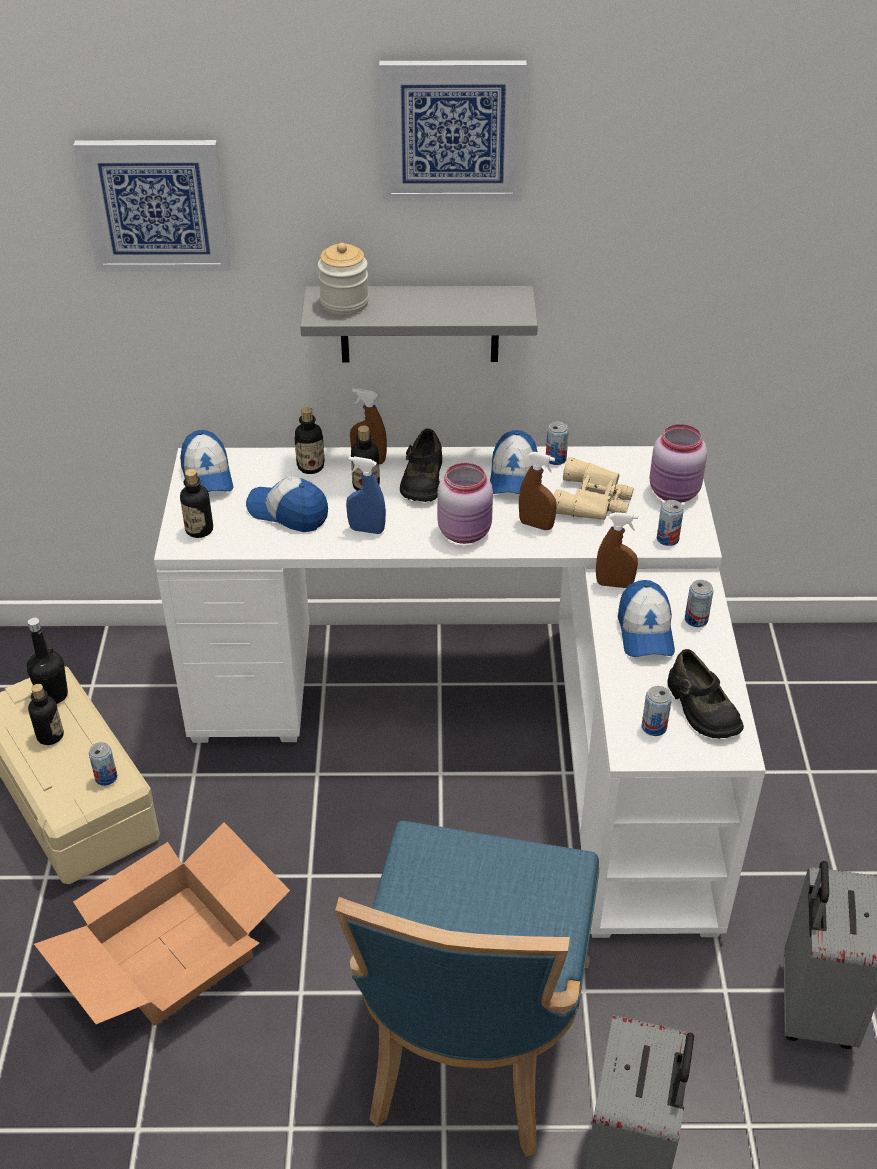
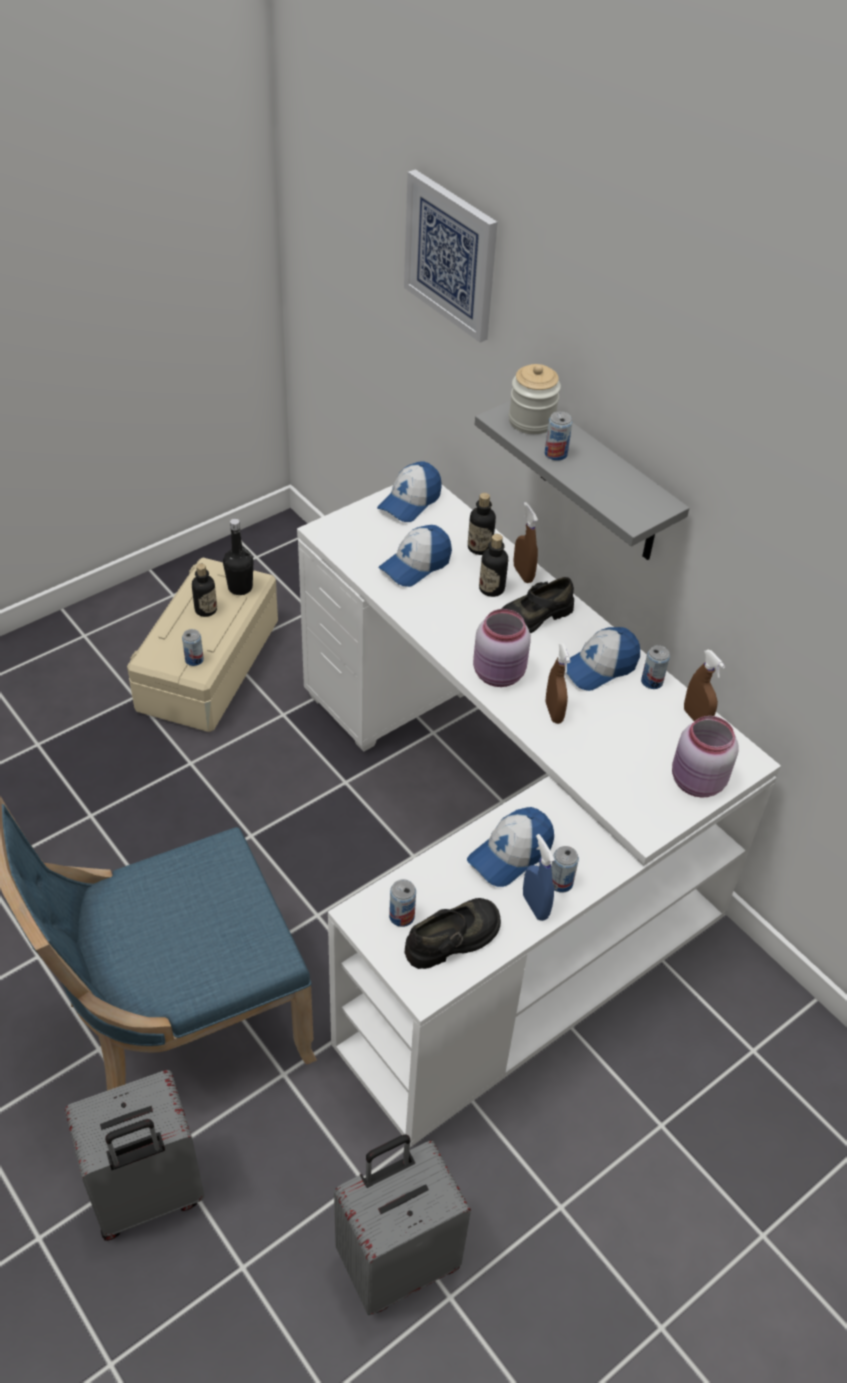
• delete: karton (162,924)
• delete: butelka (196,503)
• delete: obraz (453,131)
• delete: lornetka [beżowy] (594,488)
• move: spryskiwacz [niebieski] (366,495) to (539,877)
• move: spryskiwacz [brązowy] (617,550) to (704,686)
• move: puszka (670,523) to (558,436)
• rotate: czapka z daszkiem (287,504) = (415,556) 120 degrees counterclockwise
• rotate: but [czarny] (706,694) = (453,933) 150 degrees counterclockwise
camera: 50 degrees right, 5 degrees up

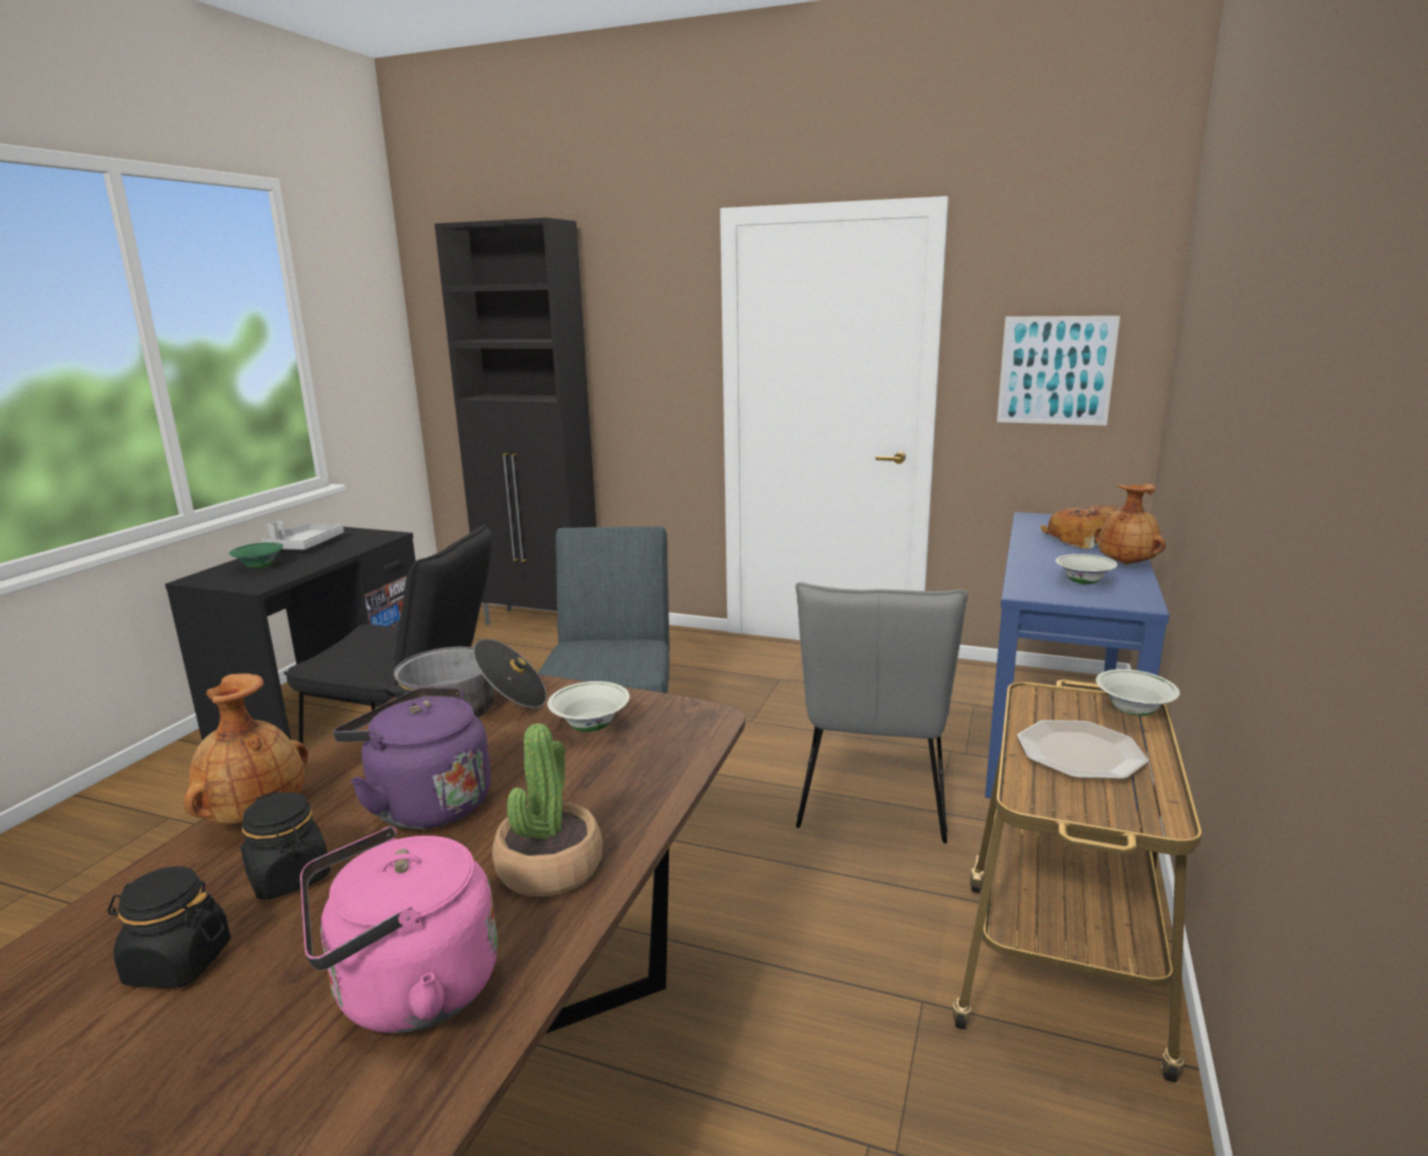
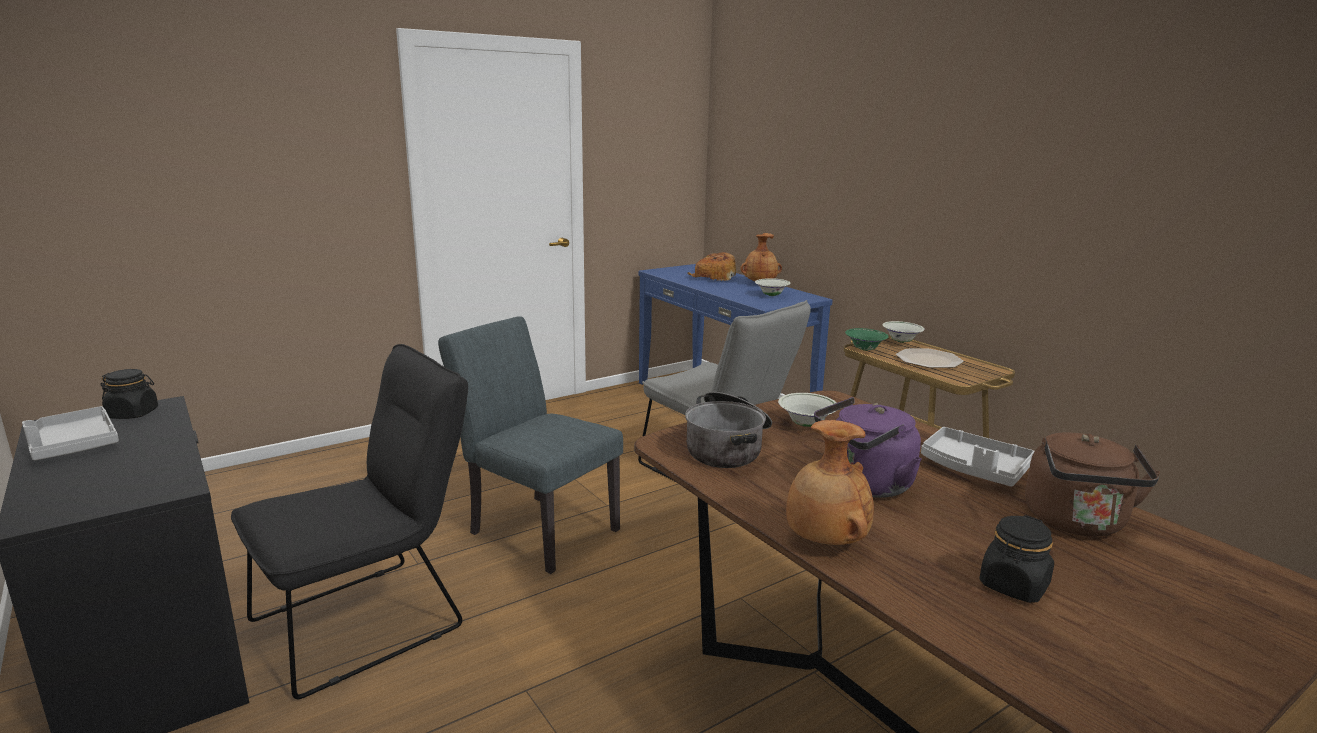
• delete: szafka [czarny] (515,421)
• delete: obraz (1058,371)
• move: miska [zielony] (256,555) to (867,339)
• move: słoik [czarny] (285,845) to (129,394)
• replace: roślina doniczkowa (547,810) to taca [szary] (977,457)
• recolor: czajnik [różowy] (399,930) to czajnik [brązowy] (1092,484)
camera: 55 degrees left, 0 degrees up

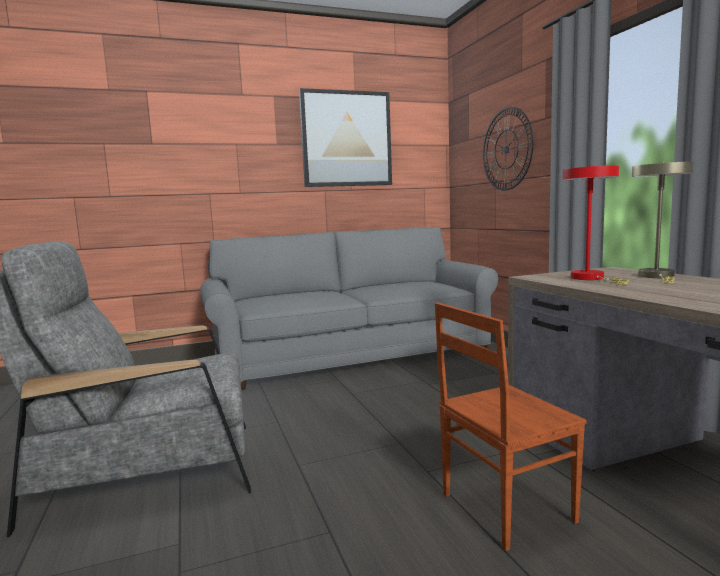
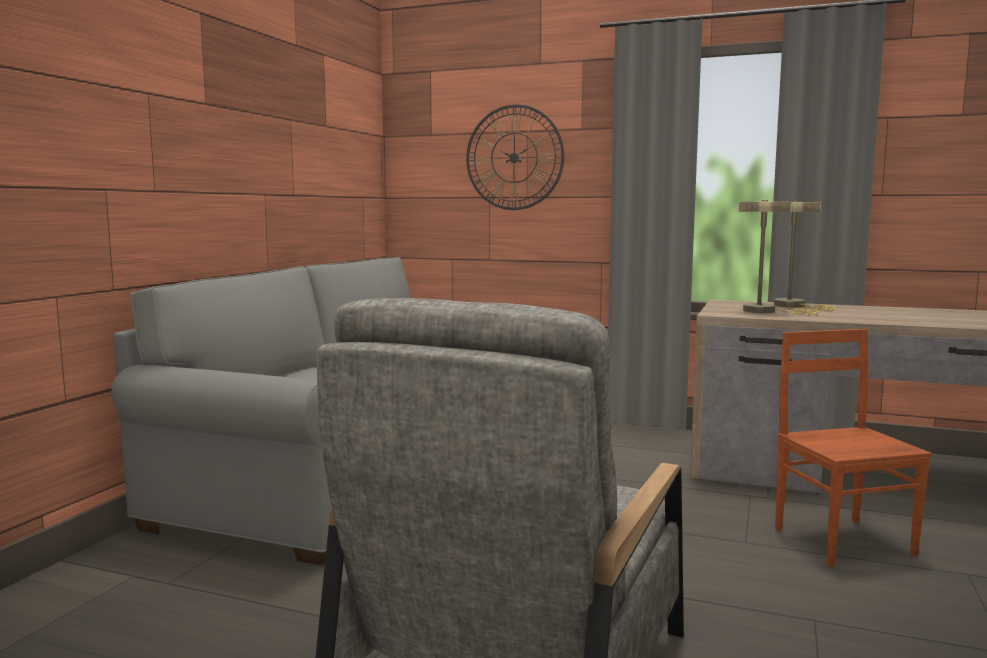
• delete: obraz (345,137)
• recolor: lampa stołowa [czerwony] (596,225) to lampa stołowa [beżowy] (778,257)
• rotate: krzesło [brązowy] (510,426) = (853,448) 150 degrees clockwise
camera: 50 degrees left, 0 degrees up

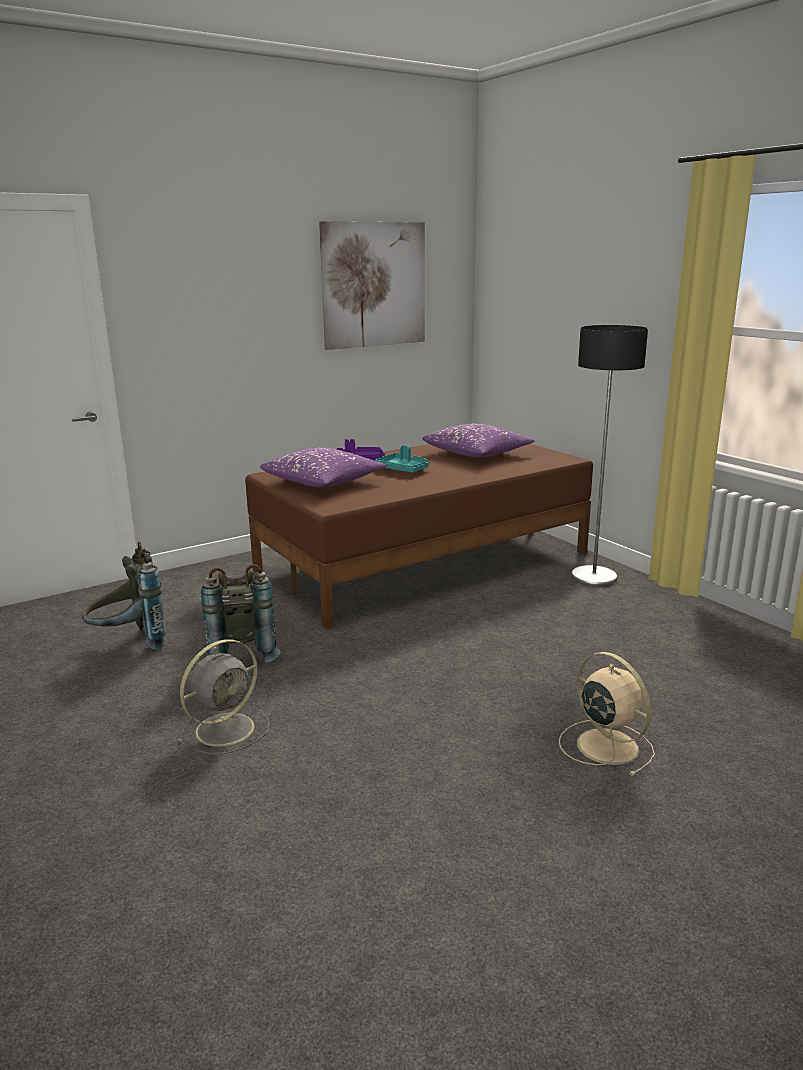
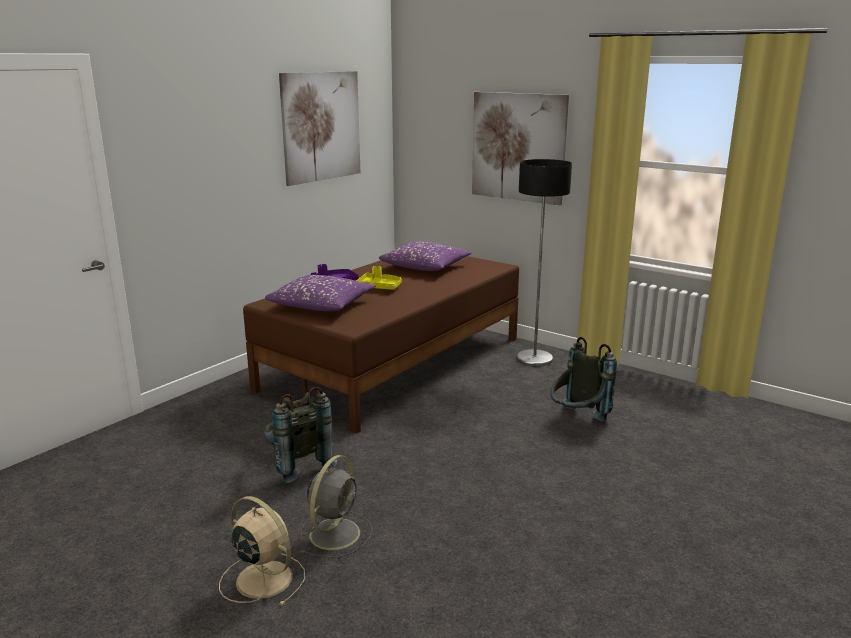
• insert: obraz (520,149)
• move: plecak [szary] (124,595) to (583,379)
• move: wentylator [beżowy] (607,714) to (262,551)
• recolor: taca [turkusowy] (402,459) to taca [żółty] (379,278)
camera: 20 degrees left, 0 degrees up

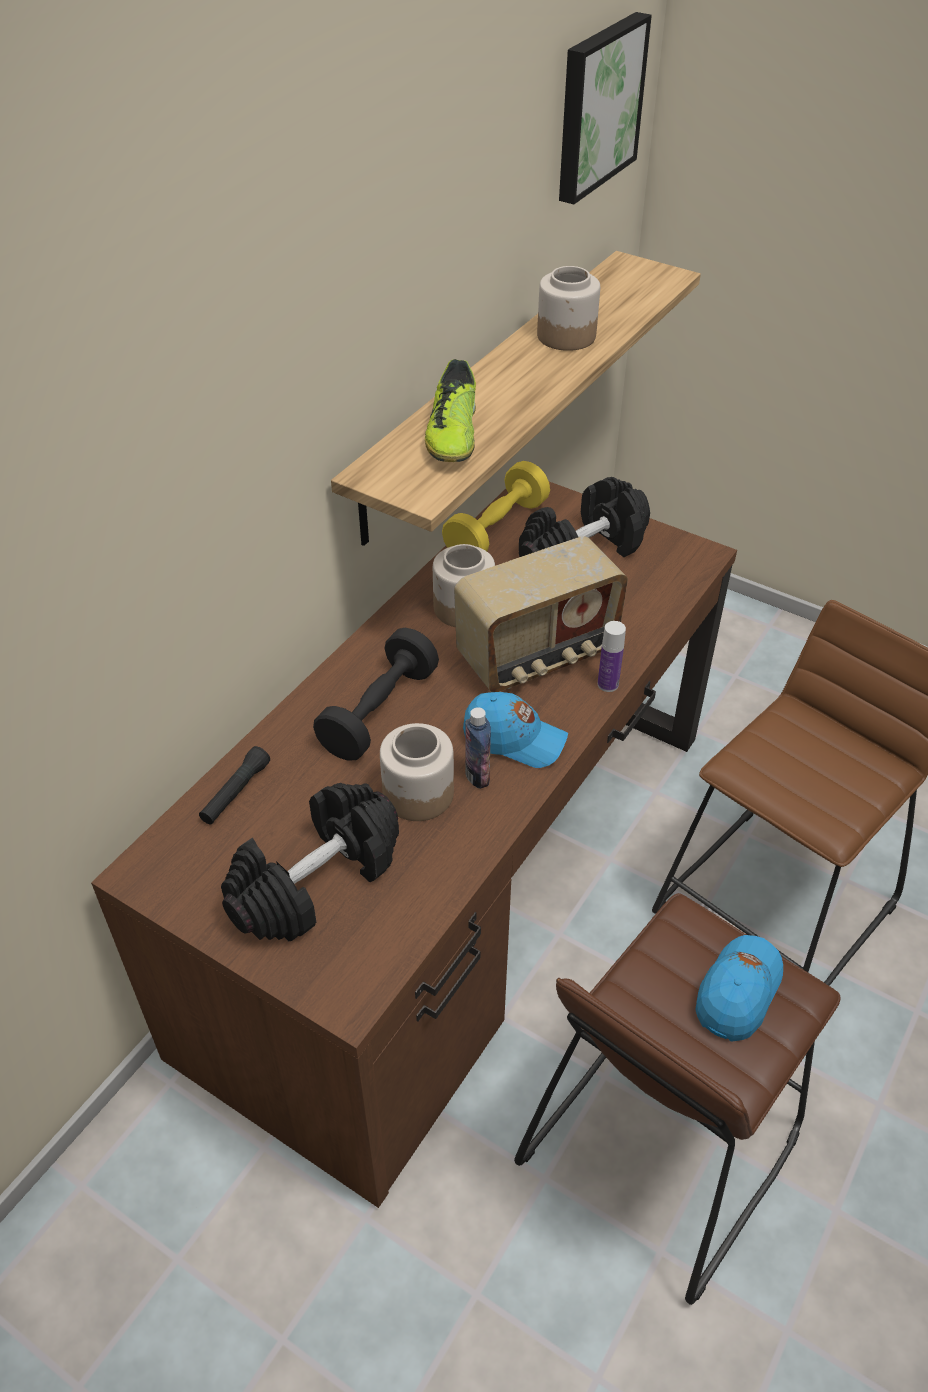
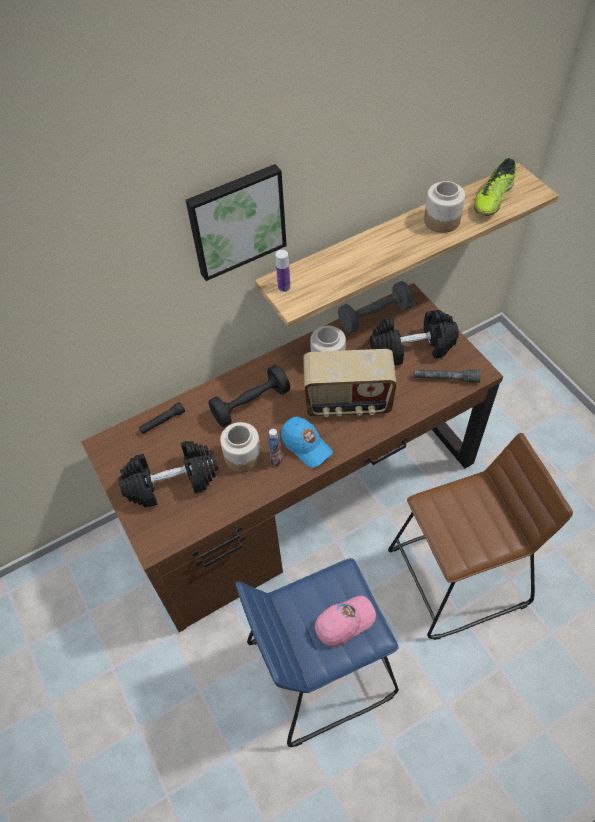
• insert: latarka [szary] (447,376)
• move: but (450,410) to (495,187)
• move: obraz (605,108) to (236,222)
• move: butelka (612,656) to (283,271)
• recolor: hantel [żółty] (496,506) to hantel [szary] (376,307)
• recolor: stołek [brązowy] (677,1099) to stołek [niebieski] (317,652)
• recolor: czapka z daszkiem [niebieski] (739,988) to czapka z daszkiem [różowy] (345,621)
camera: 30 degrees right, 10 degrees up

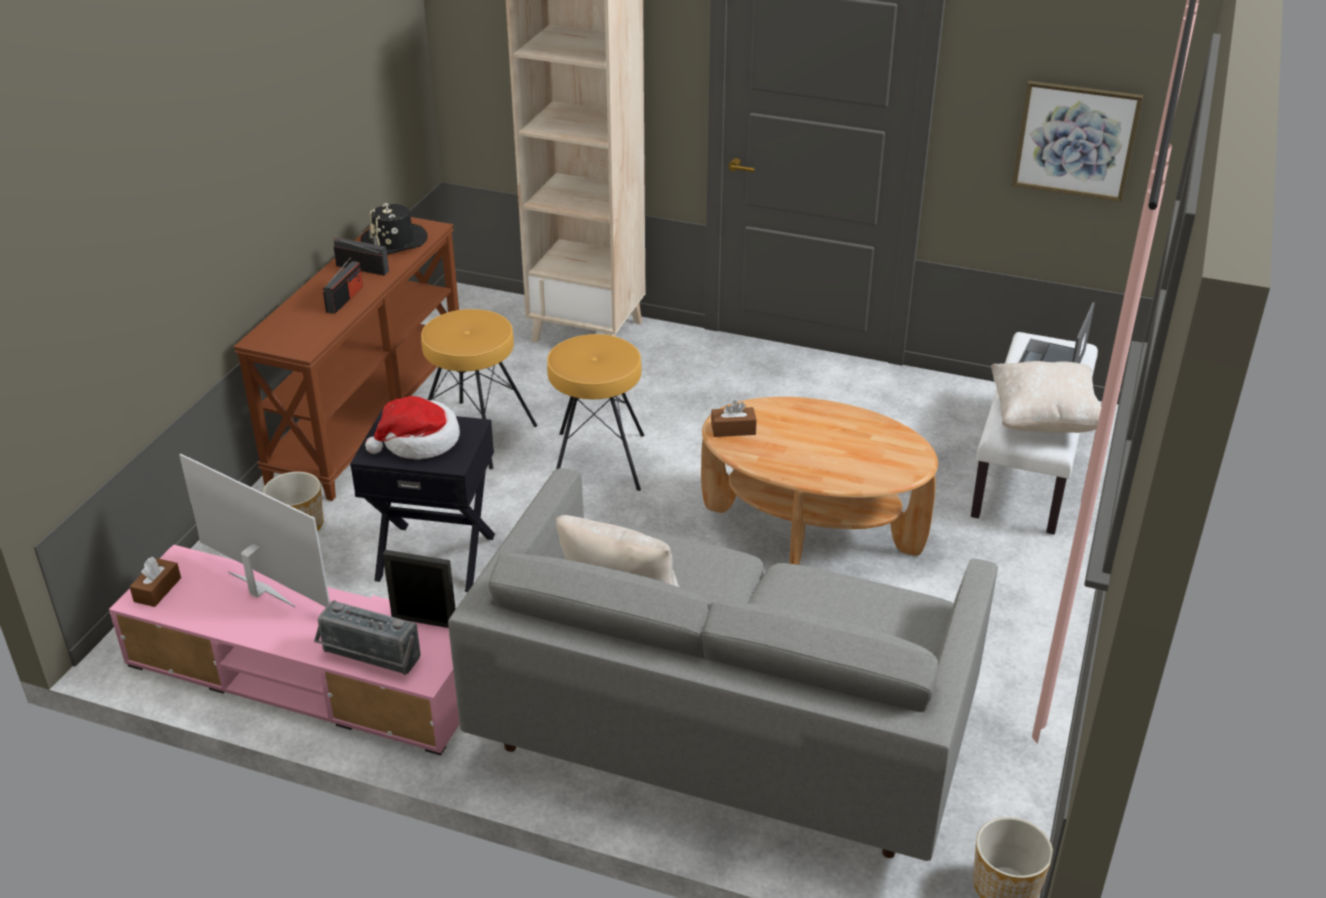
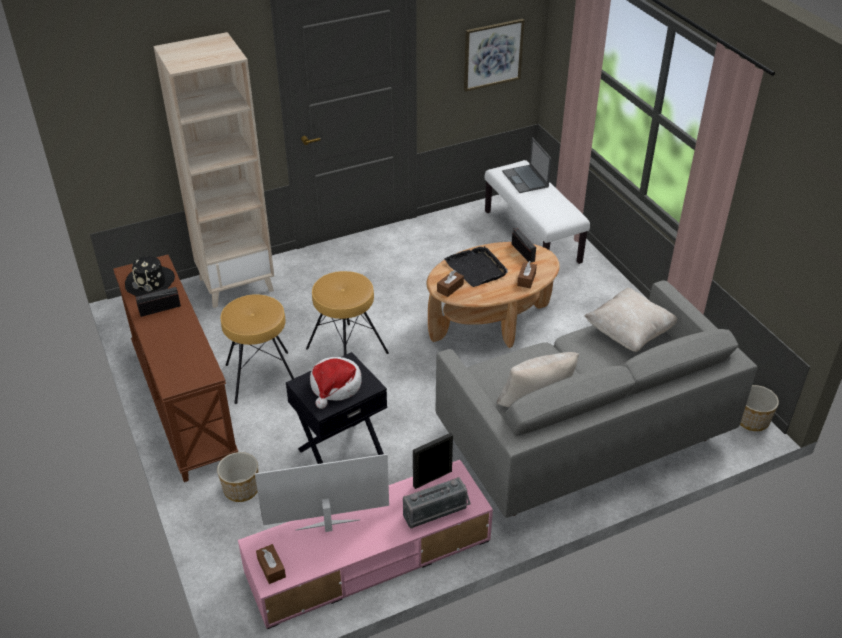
• insert: taca [czarny] (476,266)
• insert: pudełko chusteczek [brązowy] (527,274)
• move: radio (343,286) to (524,245)
• move: poduszka [beżowy] (1046,397) to (630,320)
camera: 45 degrees left, 5 degrees up

